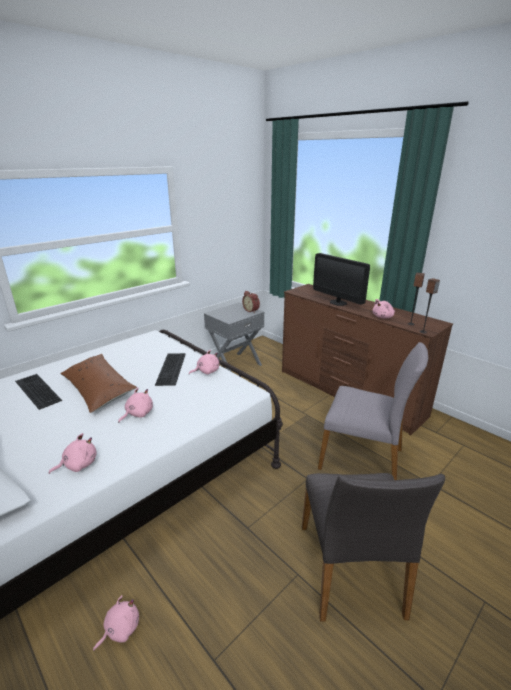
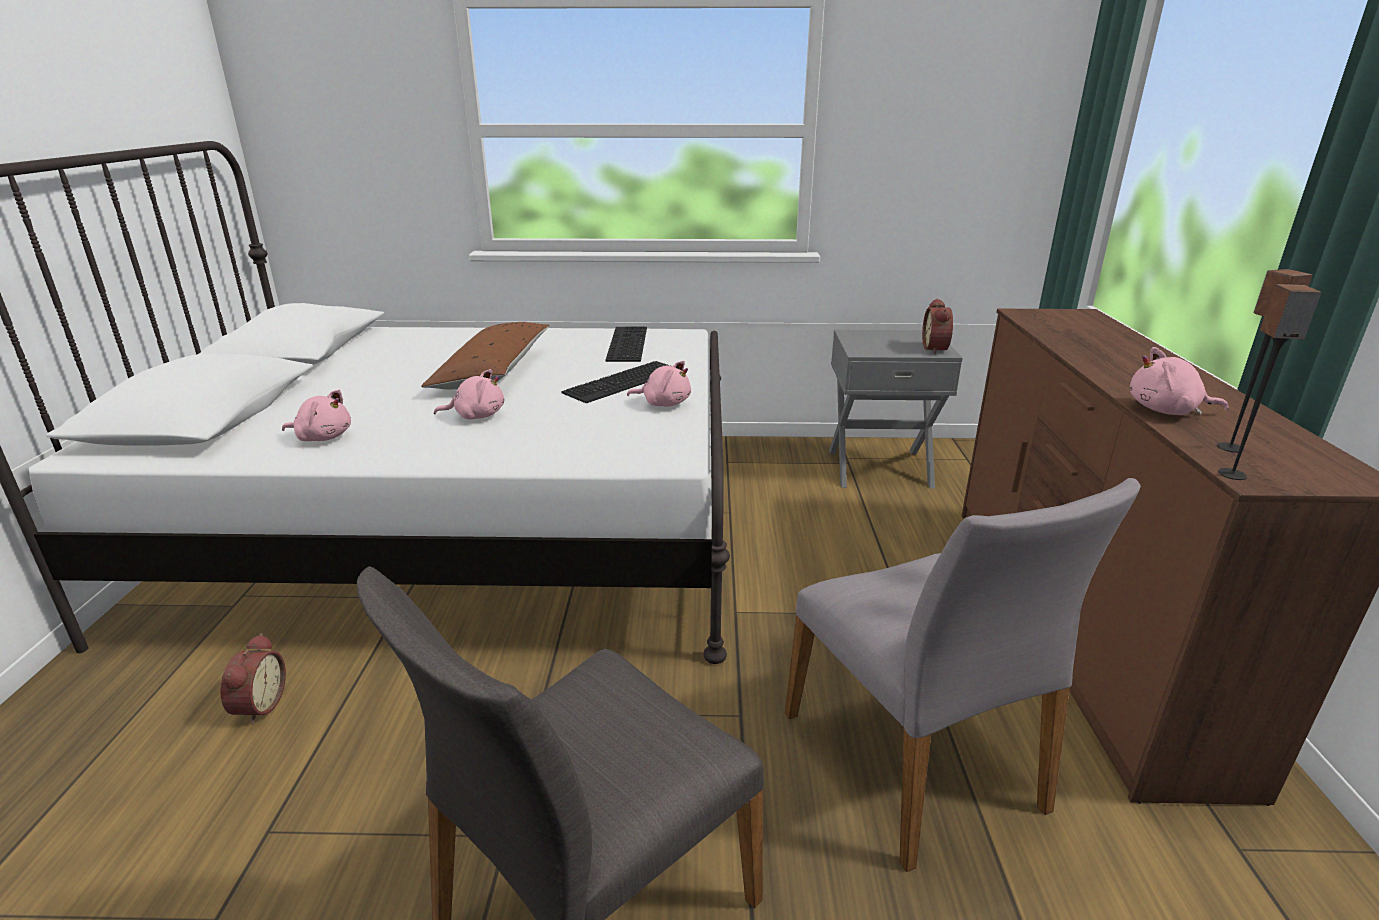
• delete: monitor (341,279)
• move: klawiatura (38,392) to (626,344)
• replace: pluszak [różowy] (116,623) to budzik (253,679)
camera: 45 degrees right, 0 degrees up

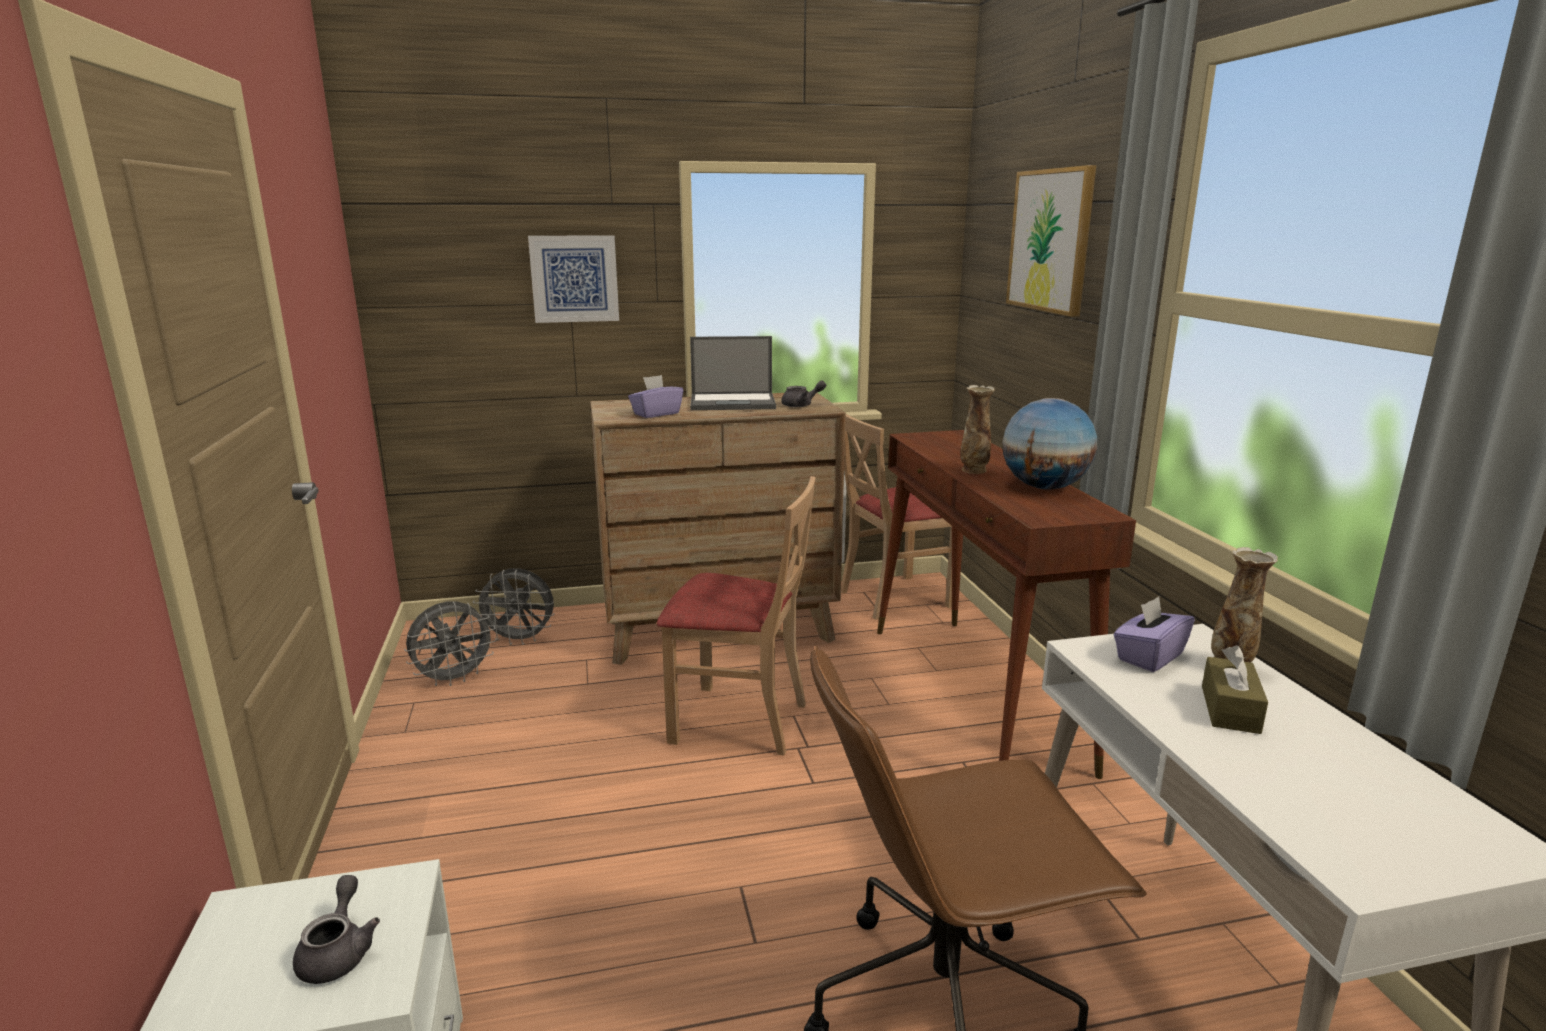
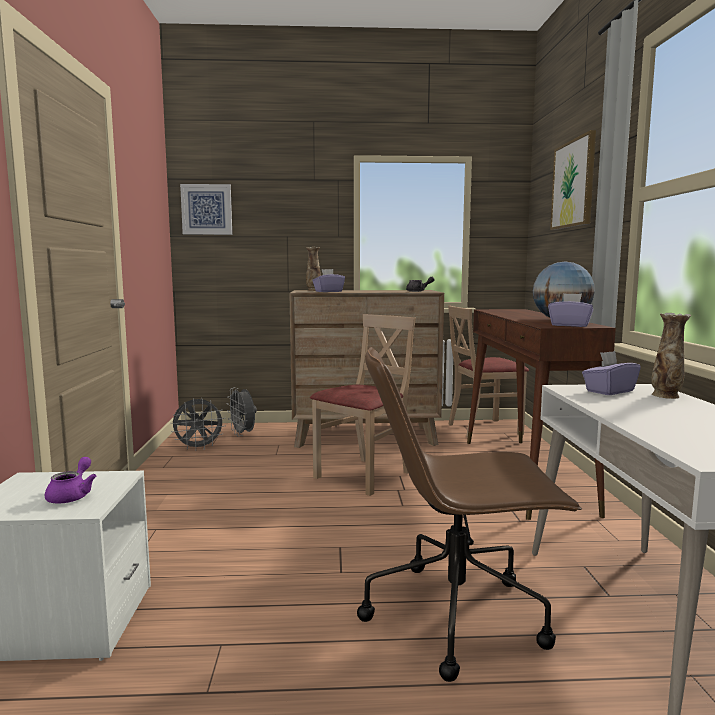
• delete: laptop (733,373)
• delete: pudełko chusteczek [brązowy] (1235,689)
• insert: pudełko chusteczek [fioletowy] (570,310)
• move: obraz (573,279) to (206,209)
• move: wazon (978,429) to (313,269)
• recolor: imbryk [szary] (336,929) to imbryk [fioletowy] (70,480)
• rotate: wentylator [szary] (514,606) = (242,412) 45 degrees clockwise
• rotate: krzesło [beżowy] (736,616) = (363,405) 75 degrees counterclockwise
camera: 10 degrees right, 10 degrees down

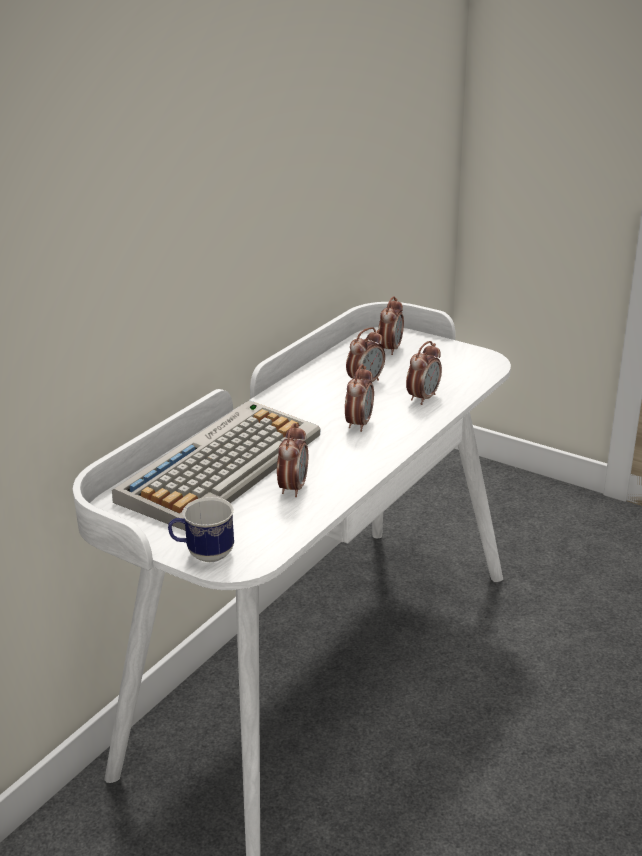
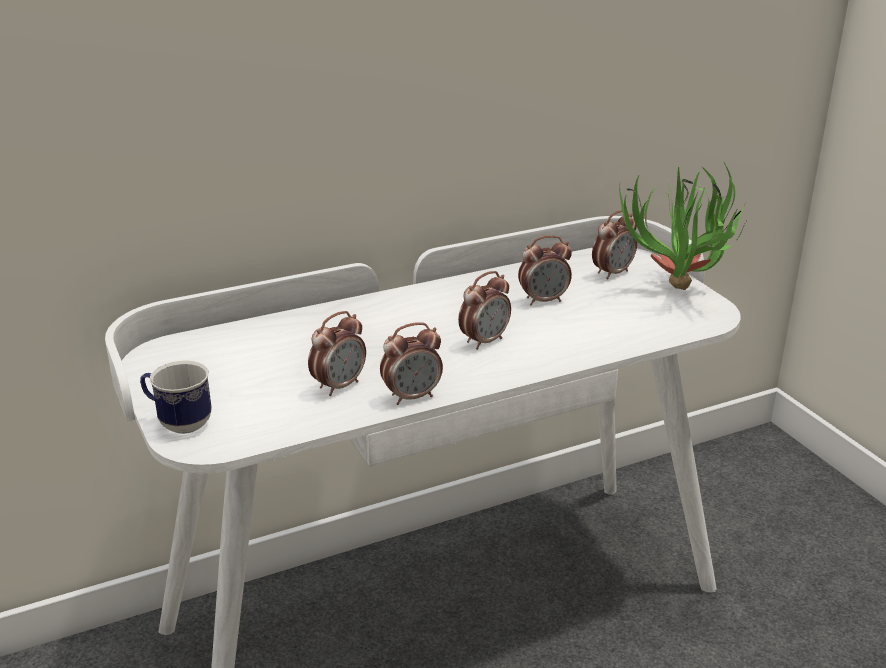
• delete: klawiatura (216,465)
• insert: roślina doniczkowa (684,225)
• move: budzik (424,373) to (411,363)
camera: 30 degrees right, 0 degrees up

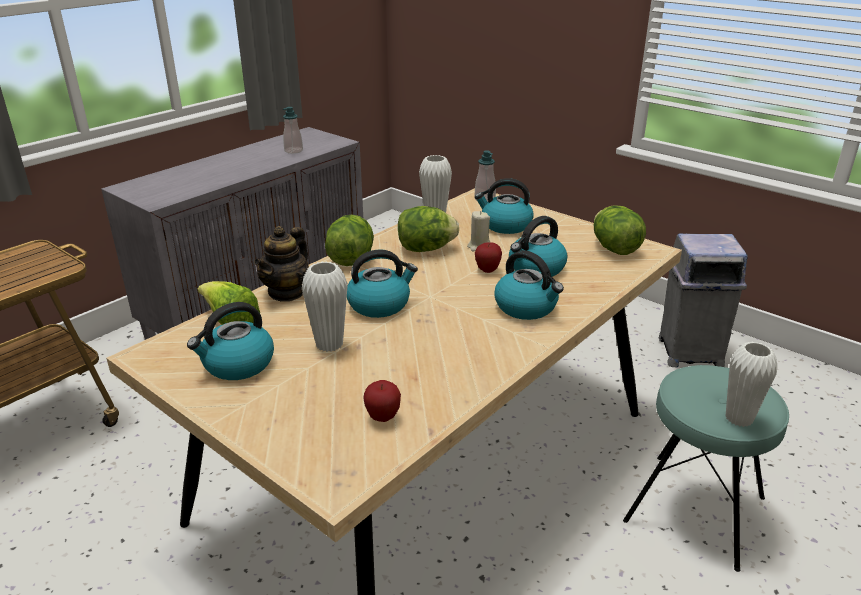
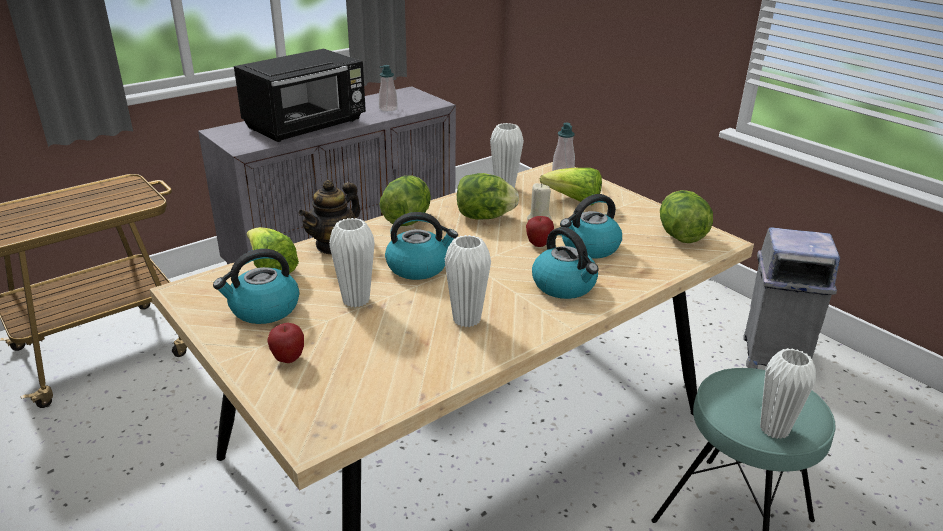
• insert: mikrofalówka [czarny] (300,95)
• insert: wazon [biały] (468,281)
• move: jabłko (382,401) to (285,343)
• replace: czajnik (504,206) to sałata (571,186)
camera: 10 degrees right, 0 degrees up

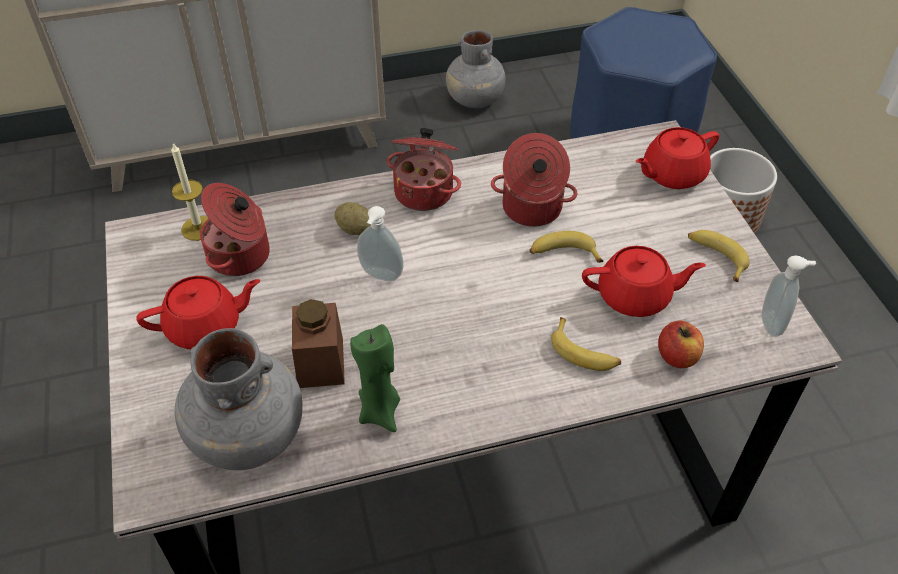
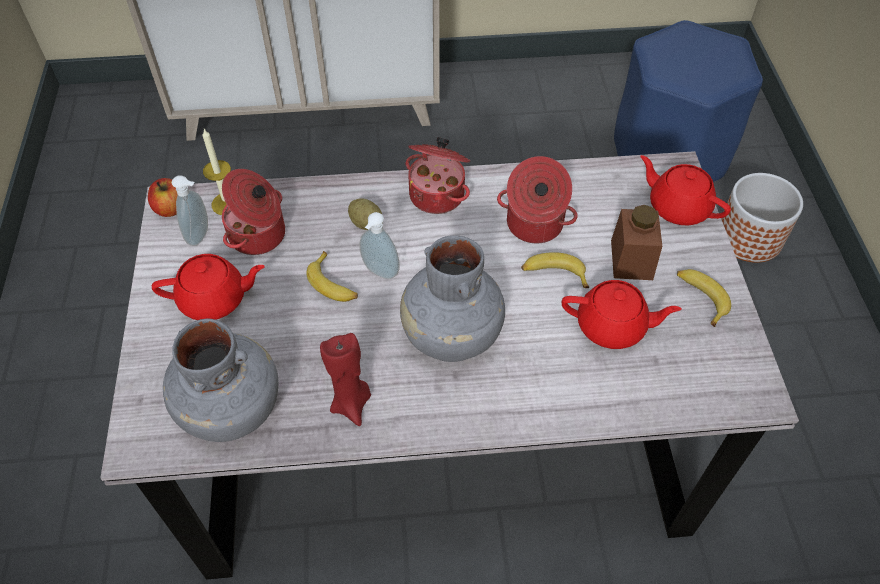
• move: słoik [brązowy] (318,343) to (636,242)
• move: wazon [szary] (476,69) to (452,298)
• move: banan (586,344) to (332,276)
• move: jabłko (681,344) to (162,197)
• move: dozownik mydła (789,296) to (190,210)
• recolor: świeca [zielony] (375,378) to świeca [czerwony] (345,379)
• rotate: imbryk [czerwony] (677,158) = (685,190) 60 degrees clockwise
camera: 10 degrees right, 5 degrees up

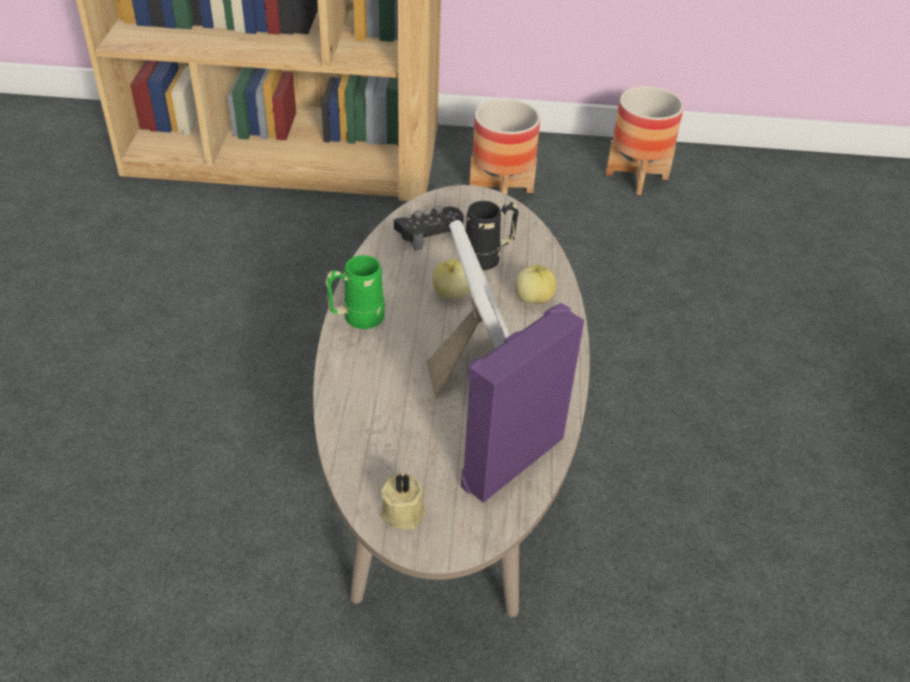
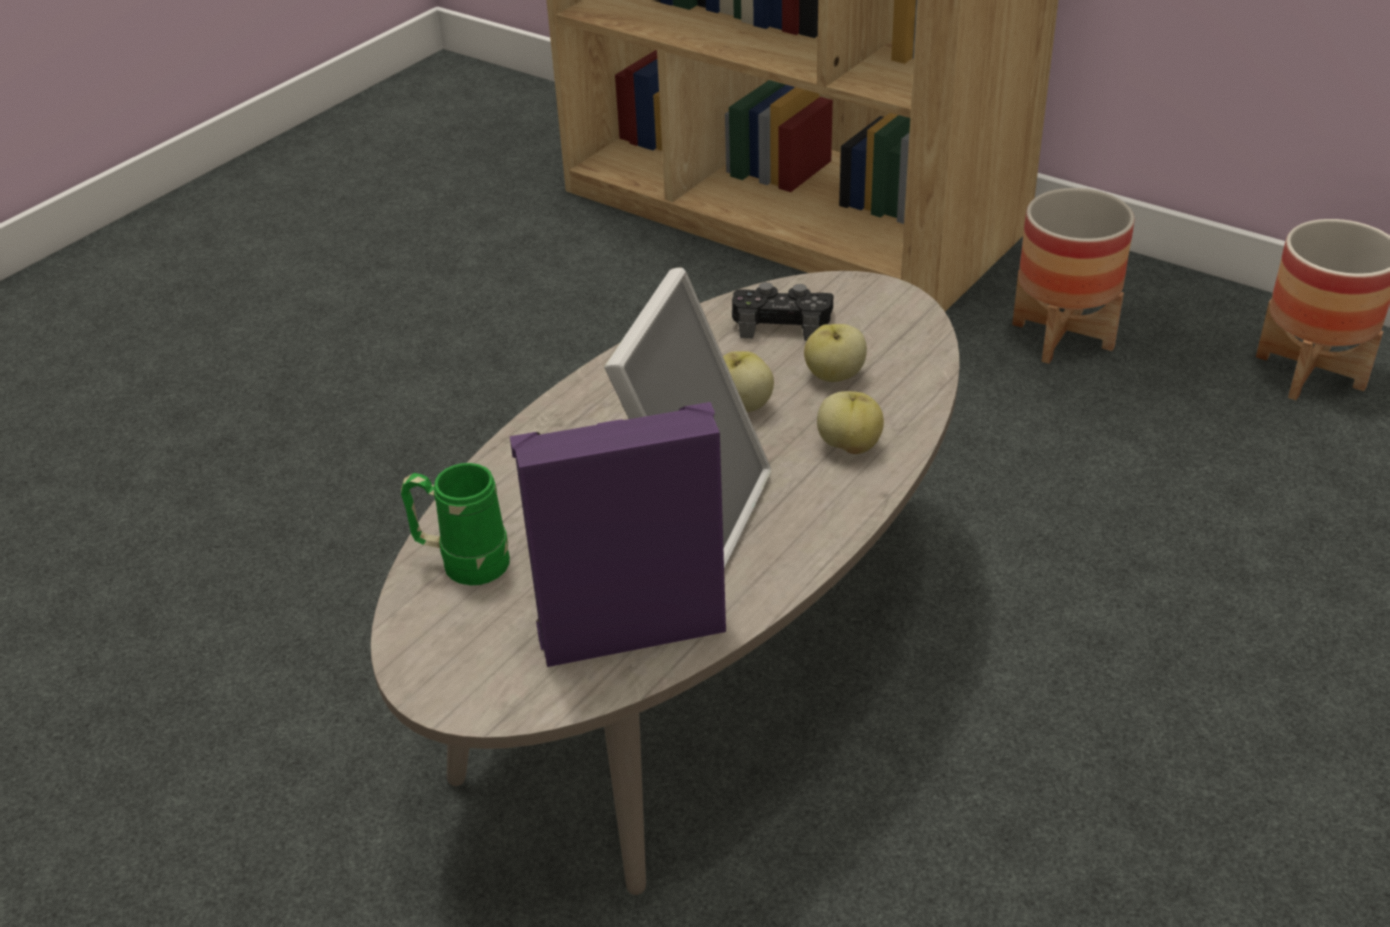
• delete: świeca [beżowy] (402,501)
• move: kubek [zielony] (355,292) to (455,524)
• replace: kubek [czarny] (492,235) to jabłko (835,353)
camera: 35 degrees right, 5 degrees down

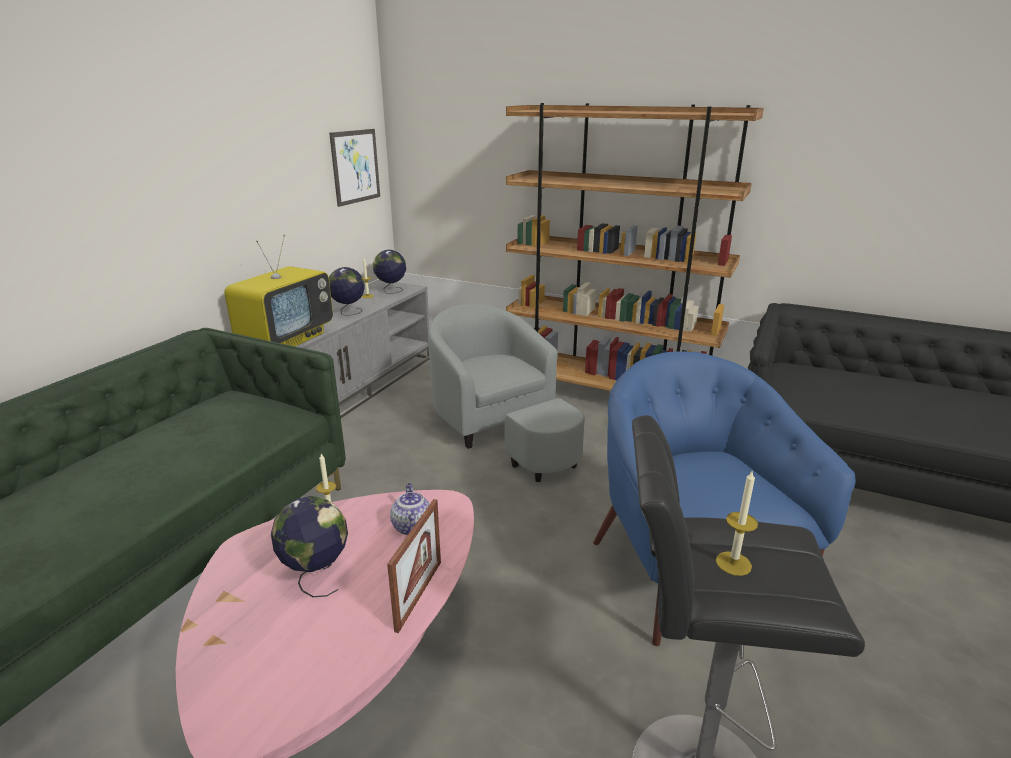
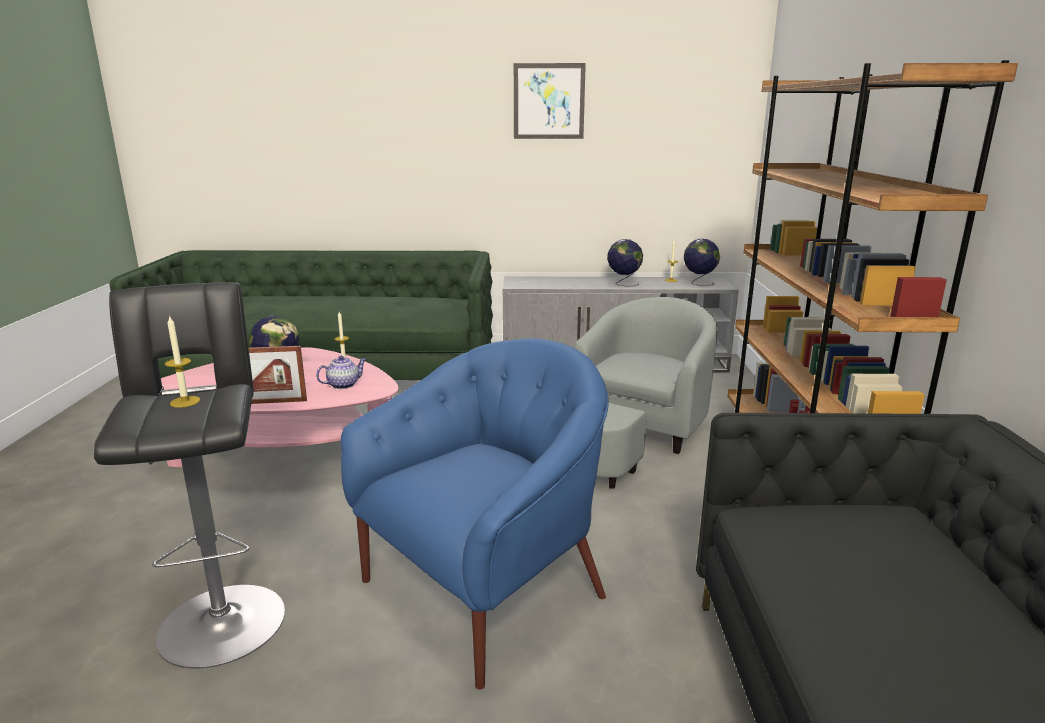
• delete: telewizor (278,290)
• move: obraz (354,168) to (550,101)
camera: 65 degrees right, 5 degrees down

